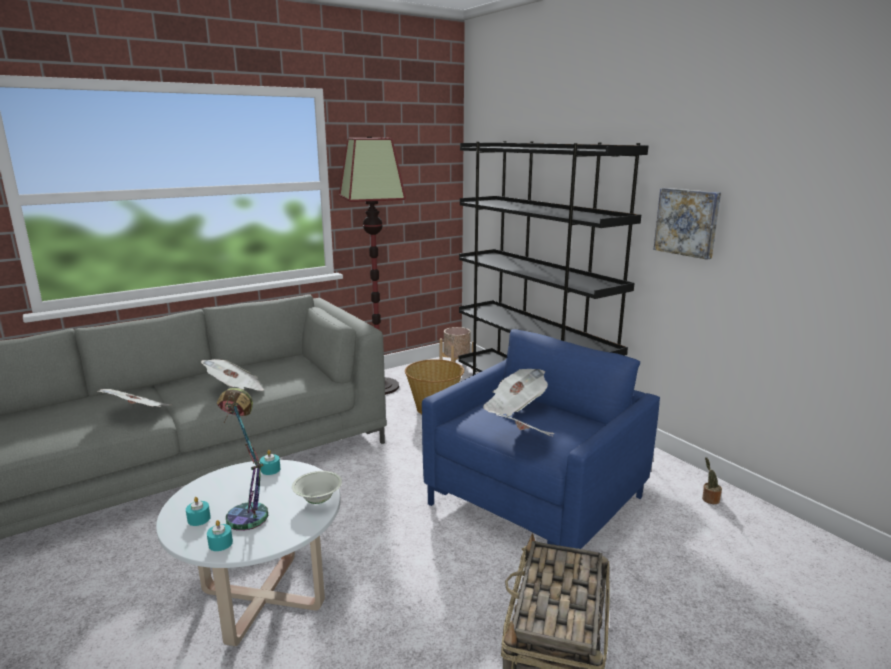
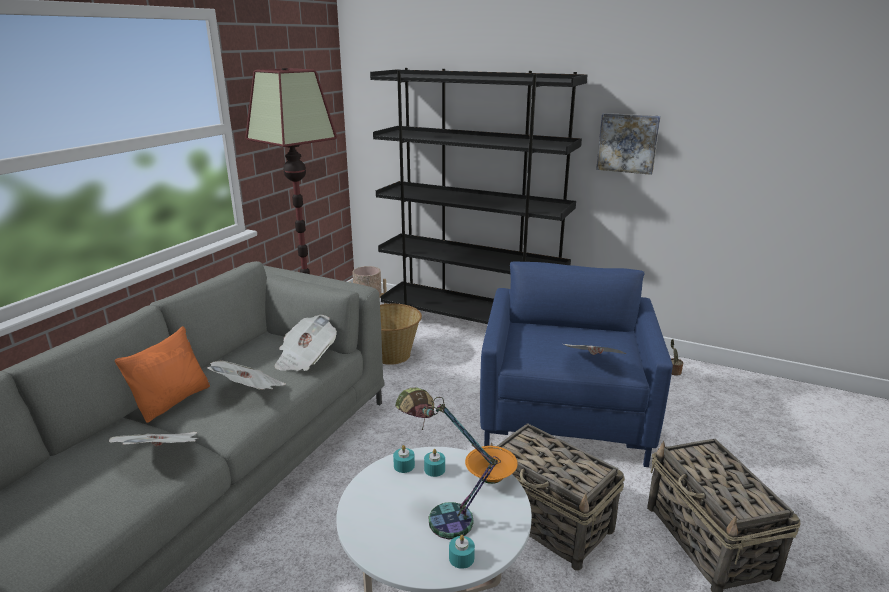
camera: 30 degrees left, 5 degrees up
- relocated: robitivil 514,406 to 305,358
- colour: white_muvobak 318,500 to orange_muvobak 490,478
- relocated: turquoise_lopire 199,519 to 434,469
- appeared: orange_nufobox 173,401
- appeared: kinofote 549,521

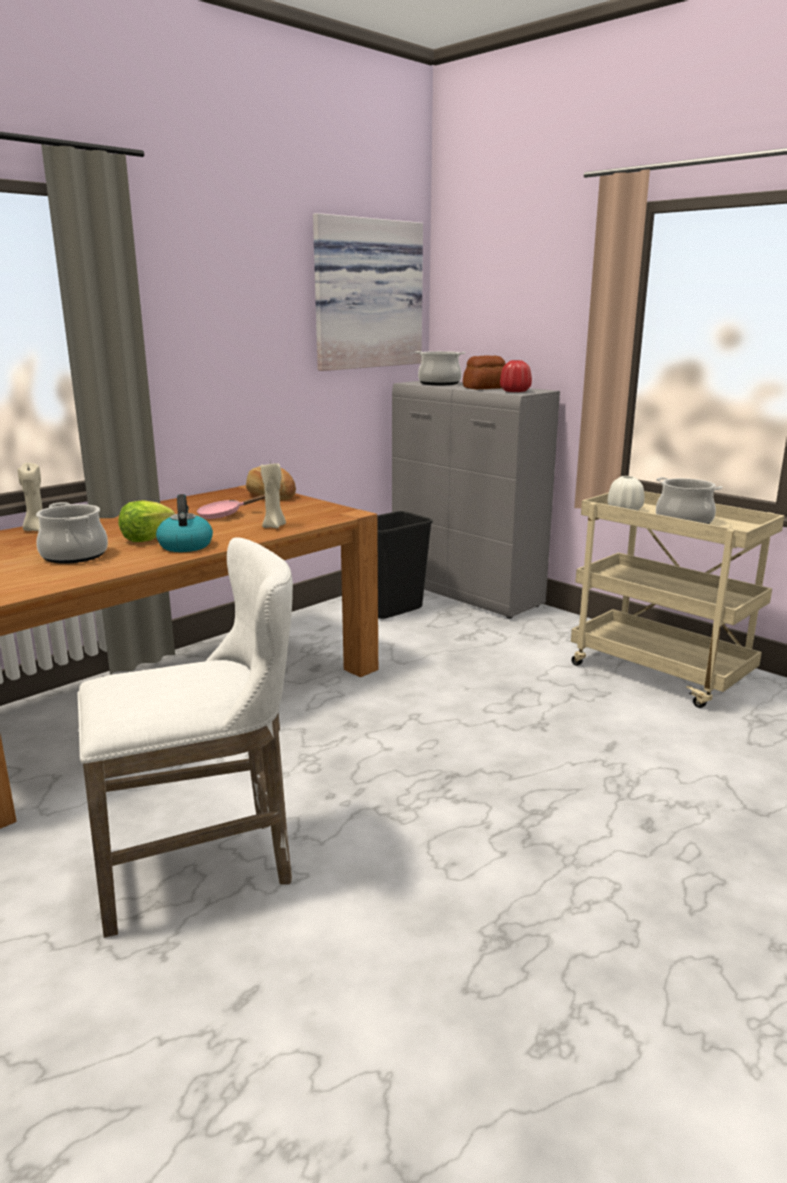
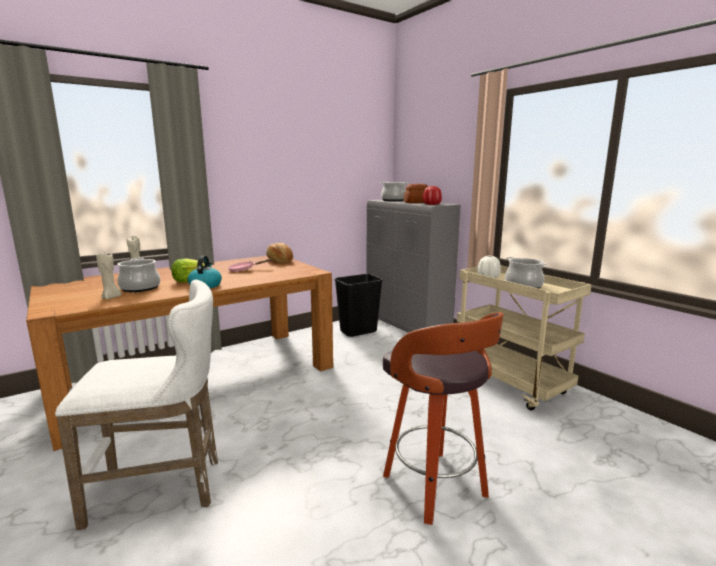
camera: 10 degrees right, 5 degrees down
- missing: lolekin 365,294
- relocated: beige_lopire 274,526 to 111,297
- appeared: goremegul 436,487

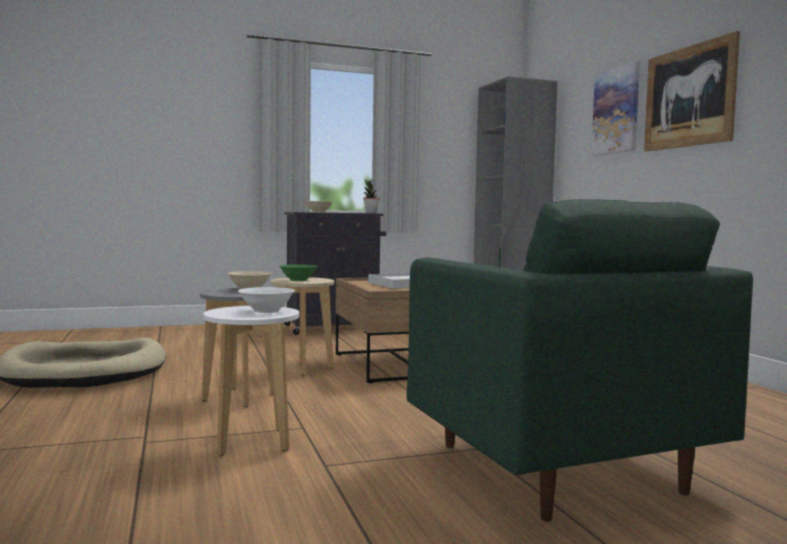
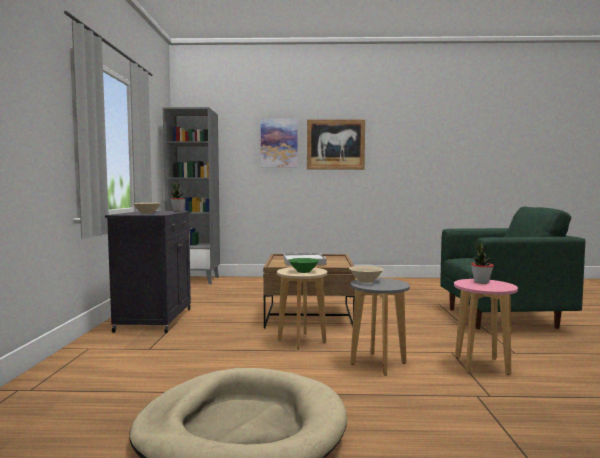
camera: 70 degrees left, 0 degrees up
- exchanged: white_muvobak 266,311 to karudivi 481,282
- colour: white_goremegul 253,442 to pink_goremegul 481,365

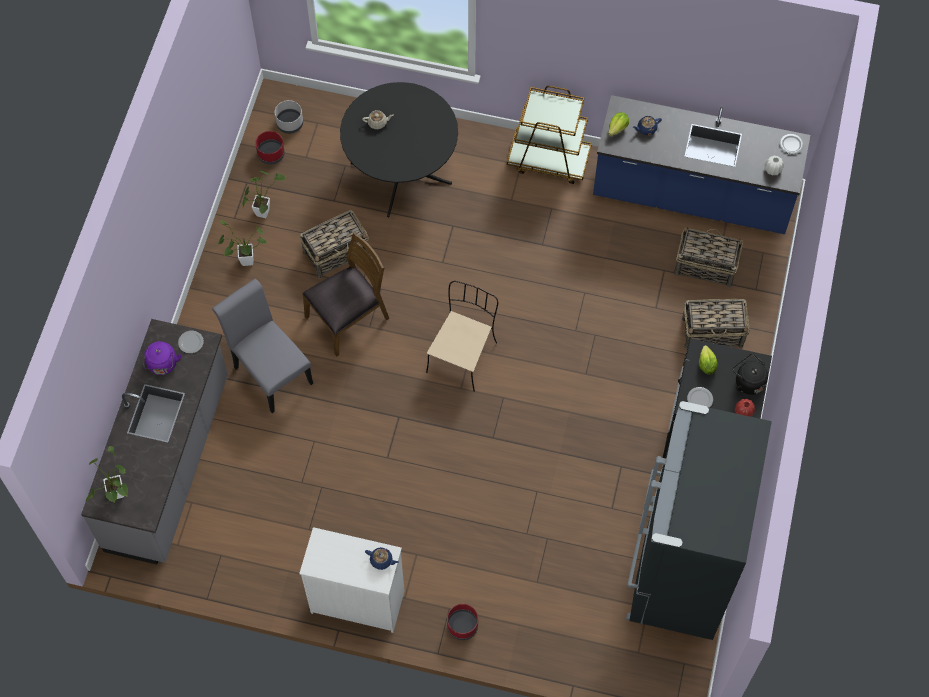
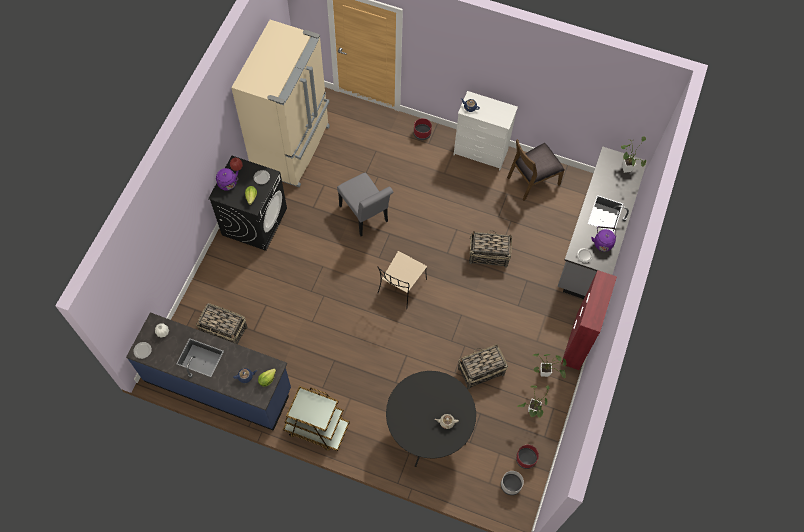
camera: 175 degrees left, 0 degrees up
- relocated: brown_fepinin 348,318 to 532,180
- relocated: grey_fepinin 269,371 to 365,216
- relocated: kinofote 713,332 to 488,255
- colour: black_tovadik 748,381 to purple_tovadik 228,184
- colour: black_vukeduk 678,568 to beige_vukeduk 293,148
- appeared: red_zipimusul 577,341

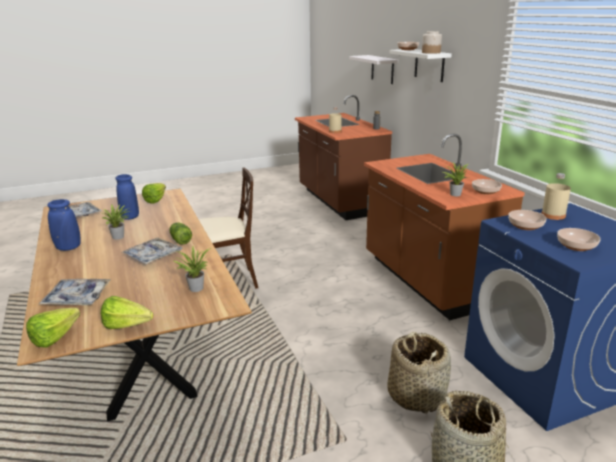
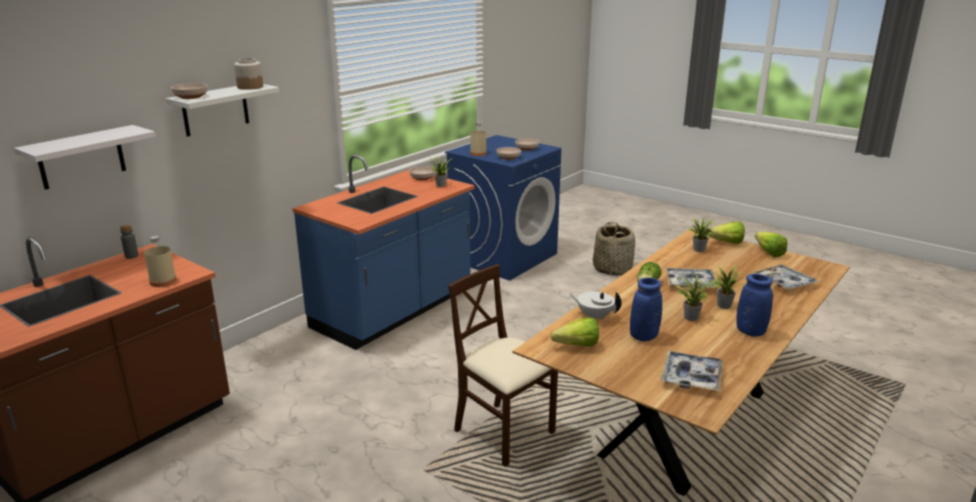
camera: 120 degrees left, 0 degrees up
- colour: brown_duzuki 427,281 to blue_duzuki 394,311
- relocated: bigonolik 59,336 to 723,242
- missing: kinofote 416,395
- appeared: karudivi 722,305
- appeared: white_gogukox 594,316

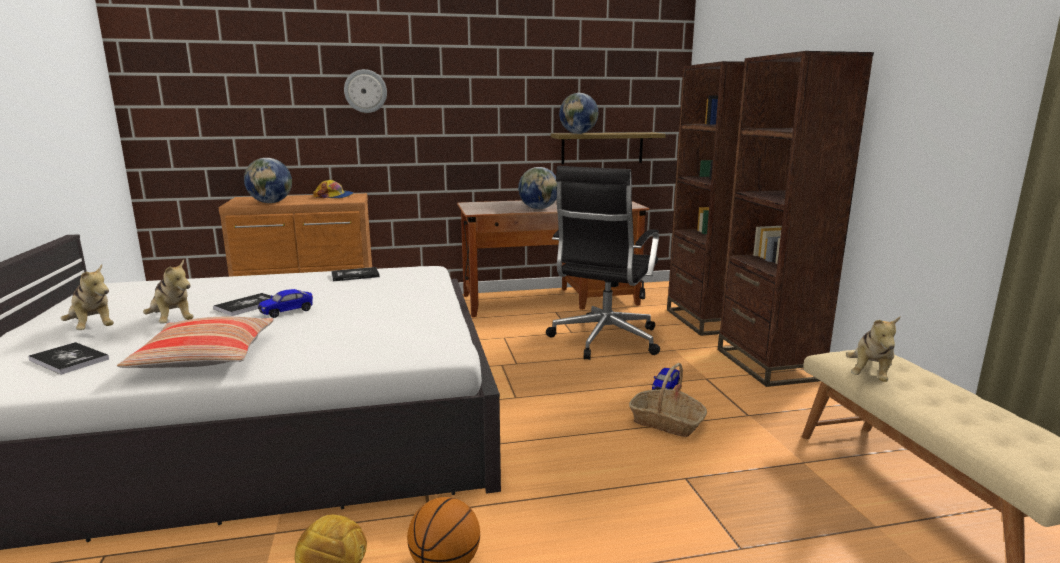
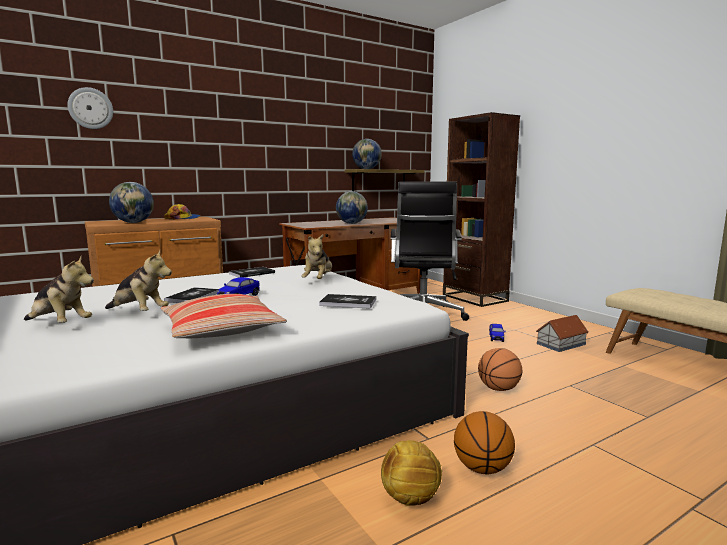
camera: 20 degrees left, 5 degrees down
- missing: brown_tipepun 768,364
- relocated: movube 365,91 to 90,108
- relocated: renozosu 870,375 to 318,280
- relocated: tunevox 69,359 to 348,302
- missing: kinofote 666,422
- appeared: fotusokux 561,344
- appeared: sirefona 498,389

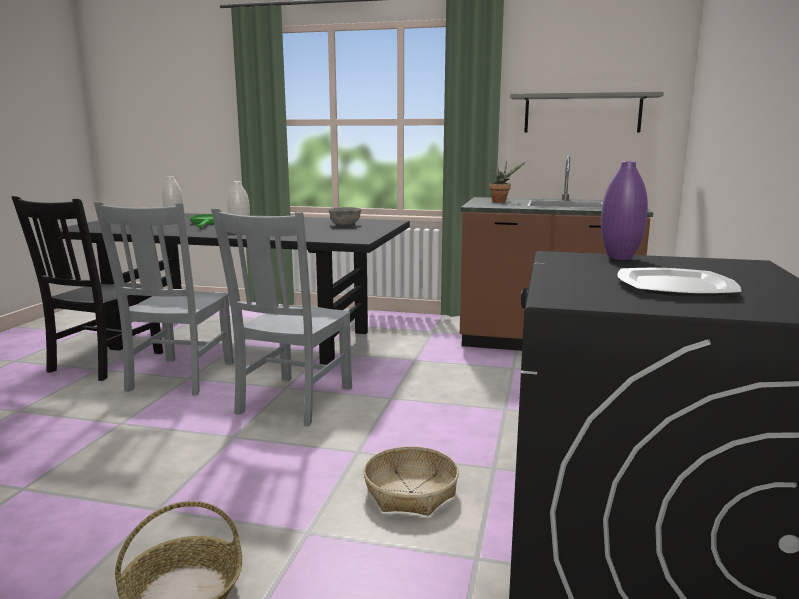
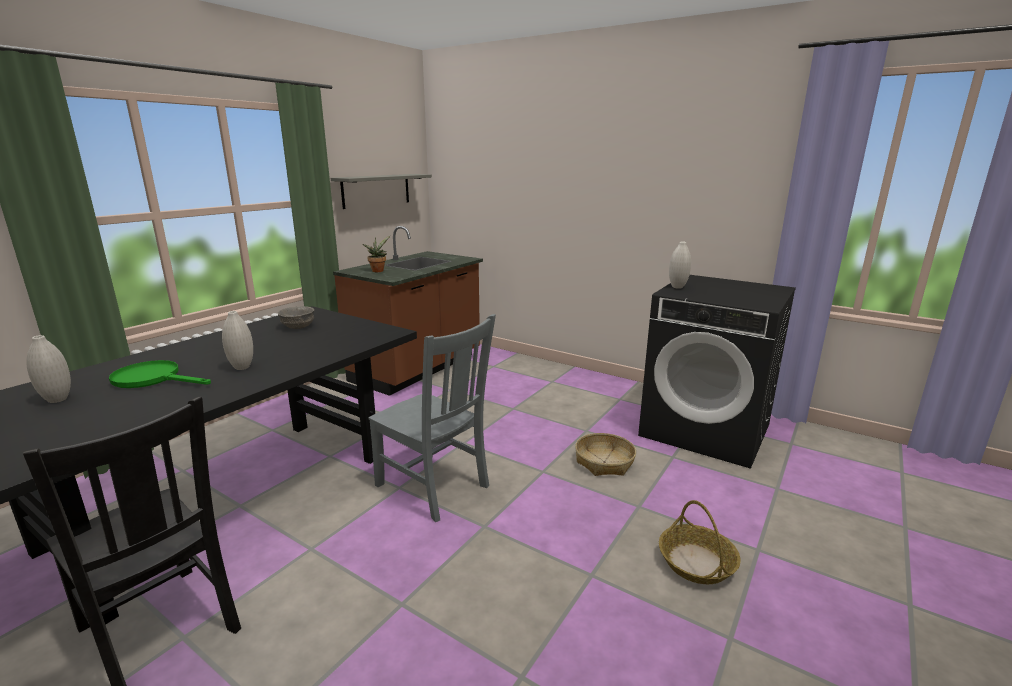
camera: 70 degrees left, 5 degrees up
- colour: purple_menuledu 620,258 to white_menuledu 677,287
- missing: grey_fepinin 179,377
- missing: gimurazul 675,286

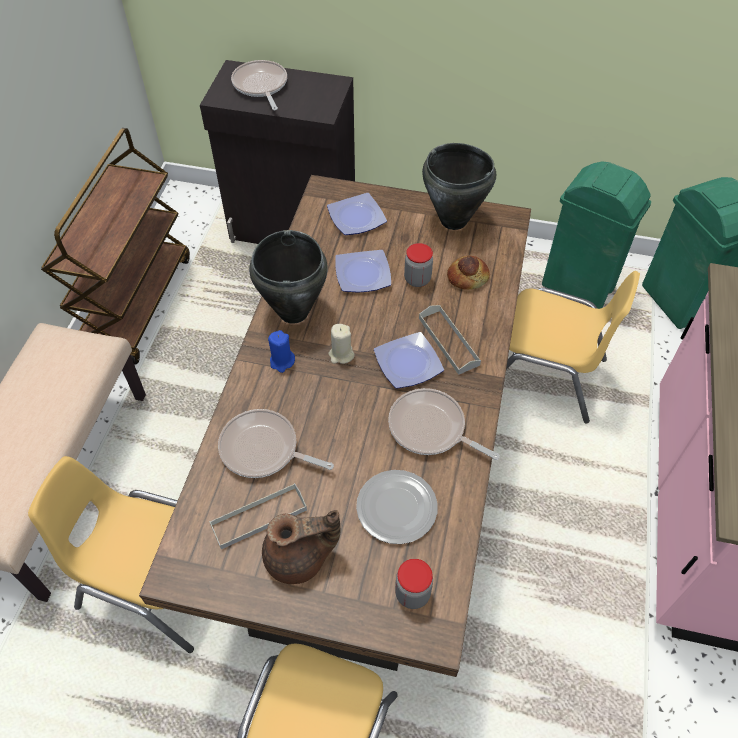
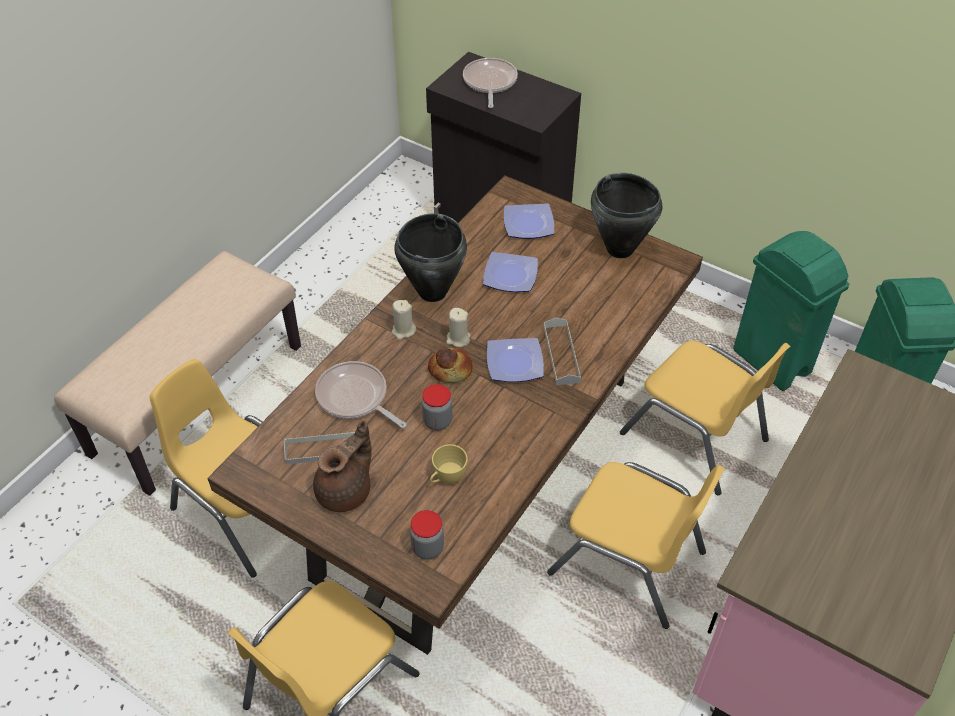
camera: 20 degrees right, 5 degrees down
- missing: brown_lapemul 137,302
- relocated: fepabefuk 417,279 to 437,421
- relocated: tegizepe 467,277 to 450,369
- colour: blue_lopire 282,361 to beige_lopire 403,330
- missing: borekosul 430,429
- exchanged: gimurazul 397,509 to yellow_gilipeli 446,478
- spun: brown_gogukox 299,558 = 346,491 60 degrees counterclockwise
- appeared: yellow_fepinin 628,562

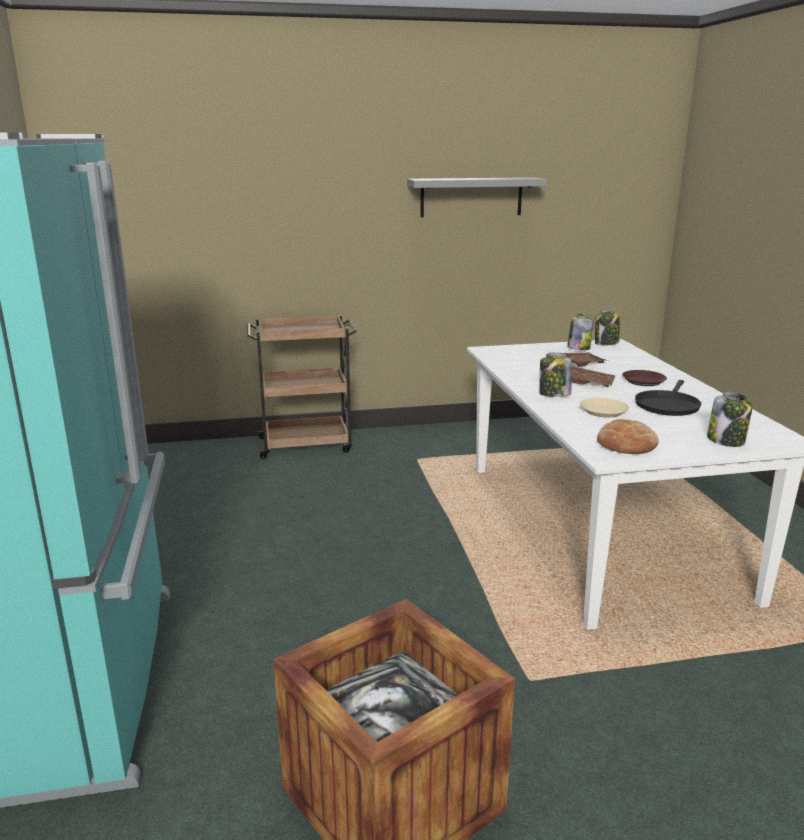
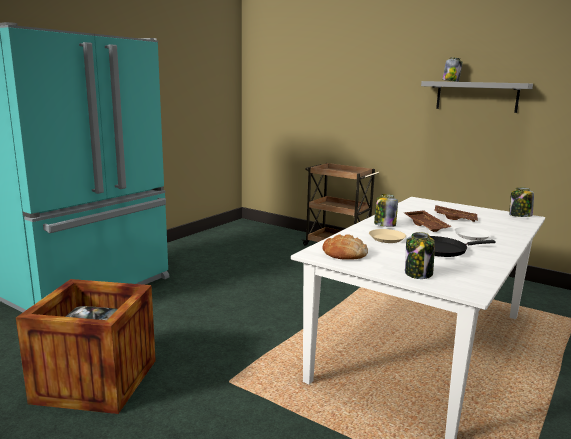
camera: 45 degrees right, 5 degrees down
- relocated: fepabefuk 578,348 to 451,81
- colour: brown_gimurazul 643,381 to white_gimurazul 472,236

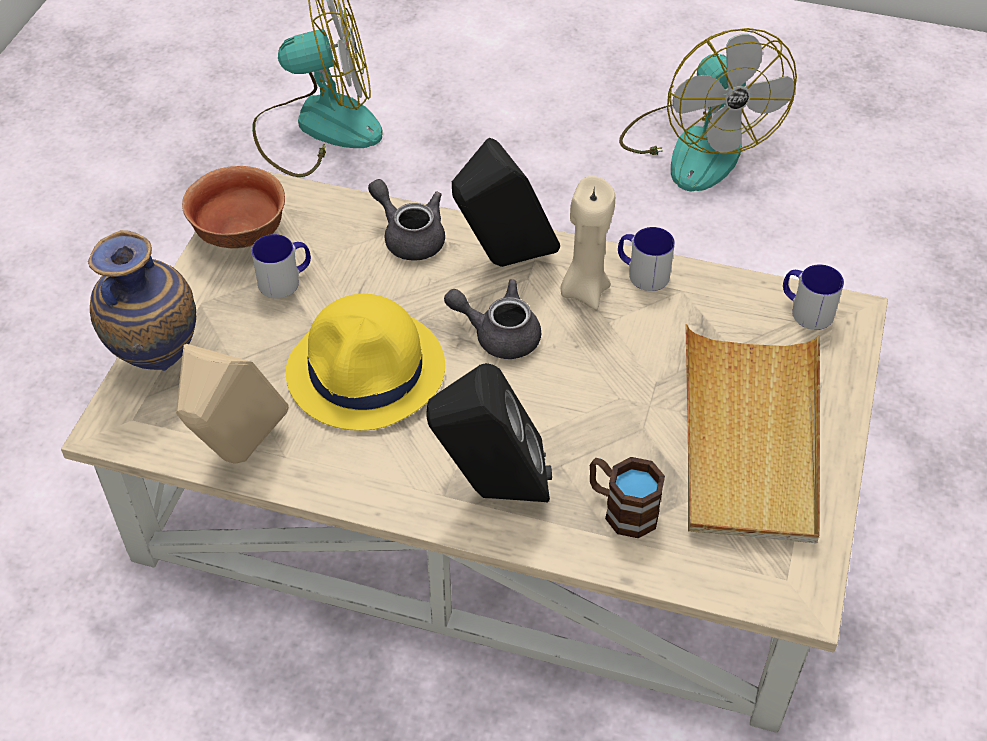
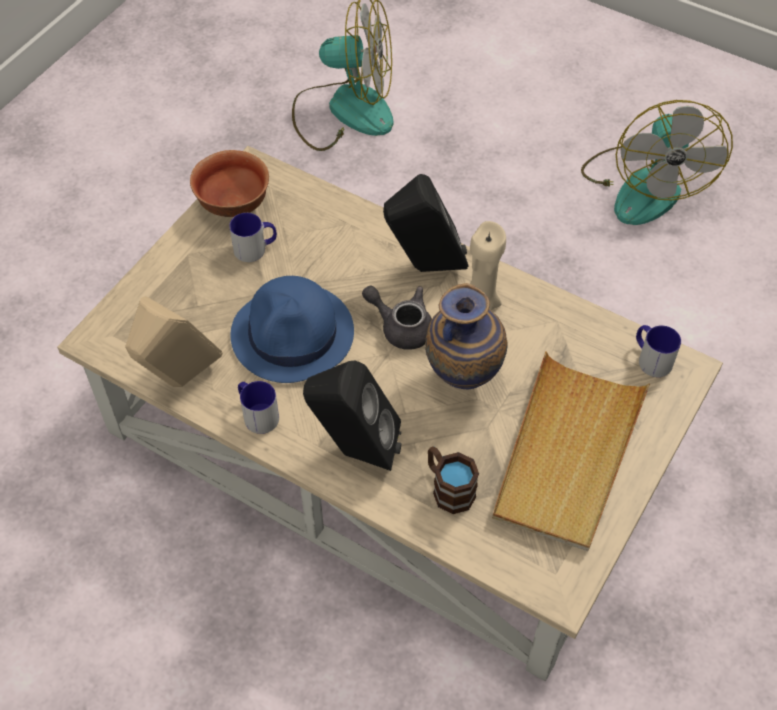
camera: 15 degrees right, 5 degrees up
- missing: grey_gogukox 409,236
- relocated: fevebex 642,273 to 257,414
- relocated: menuledu 158,361 to 462,378
- colour: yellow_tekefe 367,370 to blue_tekefe 293,334

